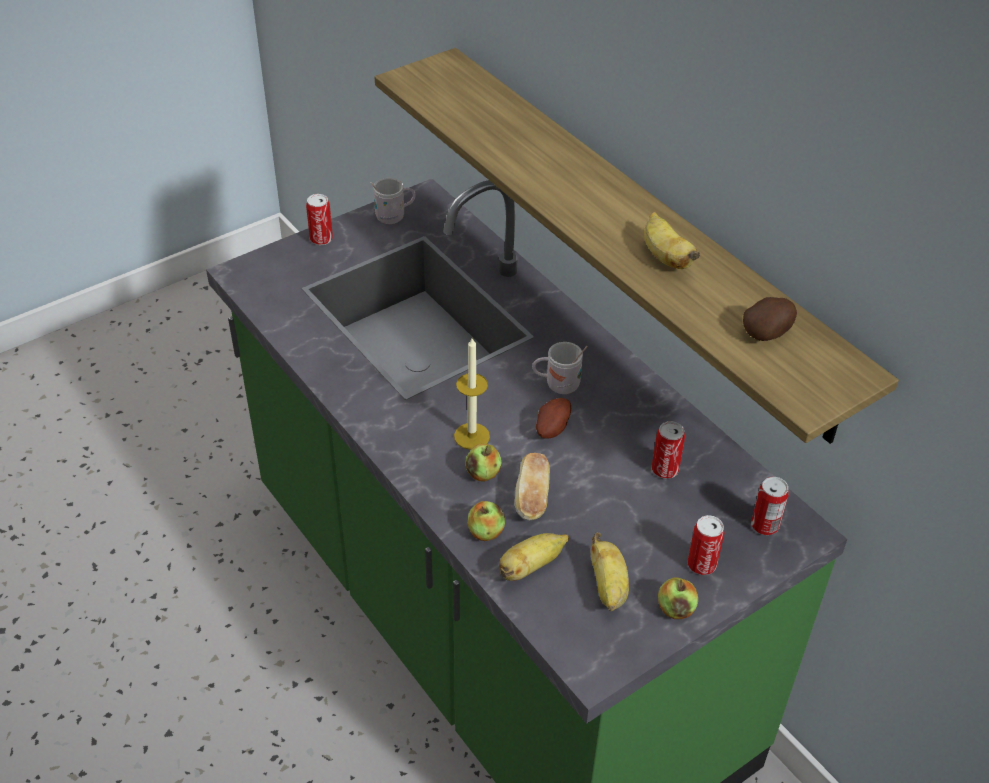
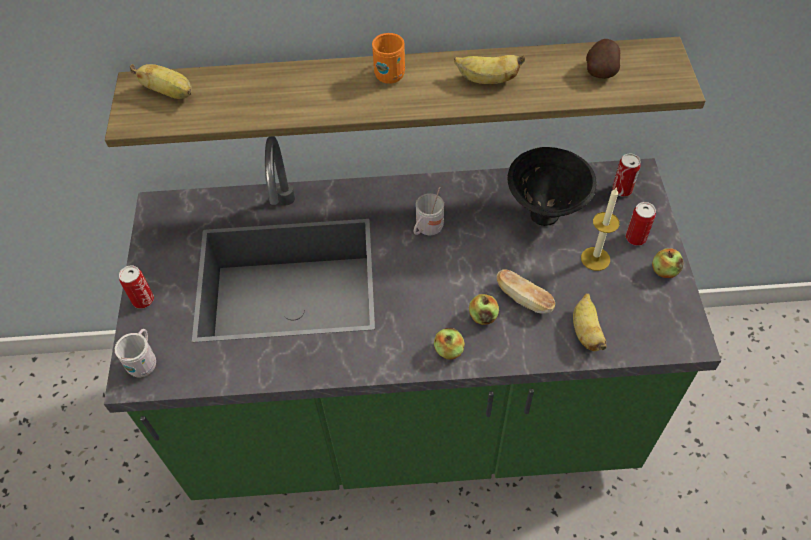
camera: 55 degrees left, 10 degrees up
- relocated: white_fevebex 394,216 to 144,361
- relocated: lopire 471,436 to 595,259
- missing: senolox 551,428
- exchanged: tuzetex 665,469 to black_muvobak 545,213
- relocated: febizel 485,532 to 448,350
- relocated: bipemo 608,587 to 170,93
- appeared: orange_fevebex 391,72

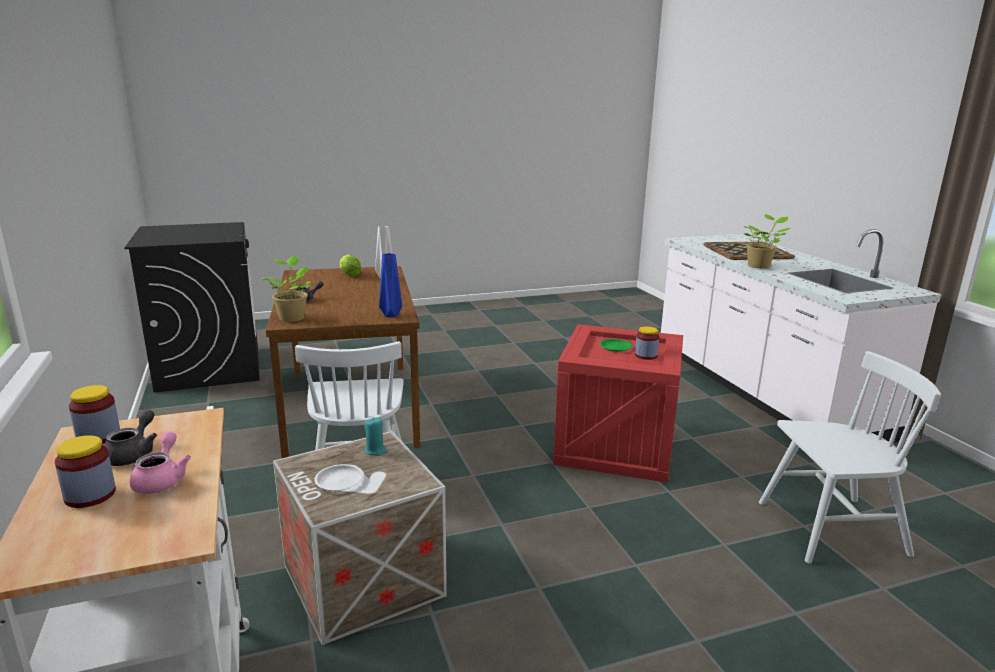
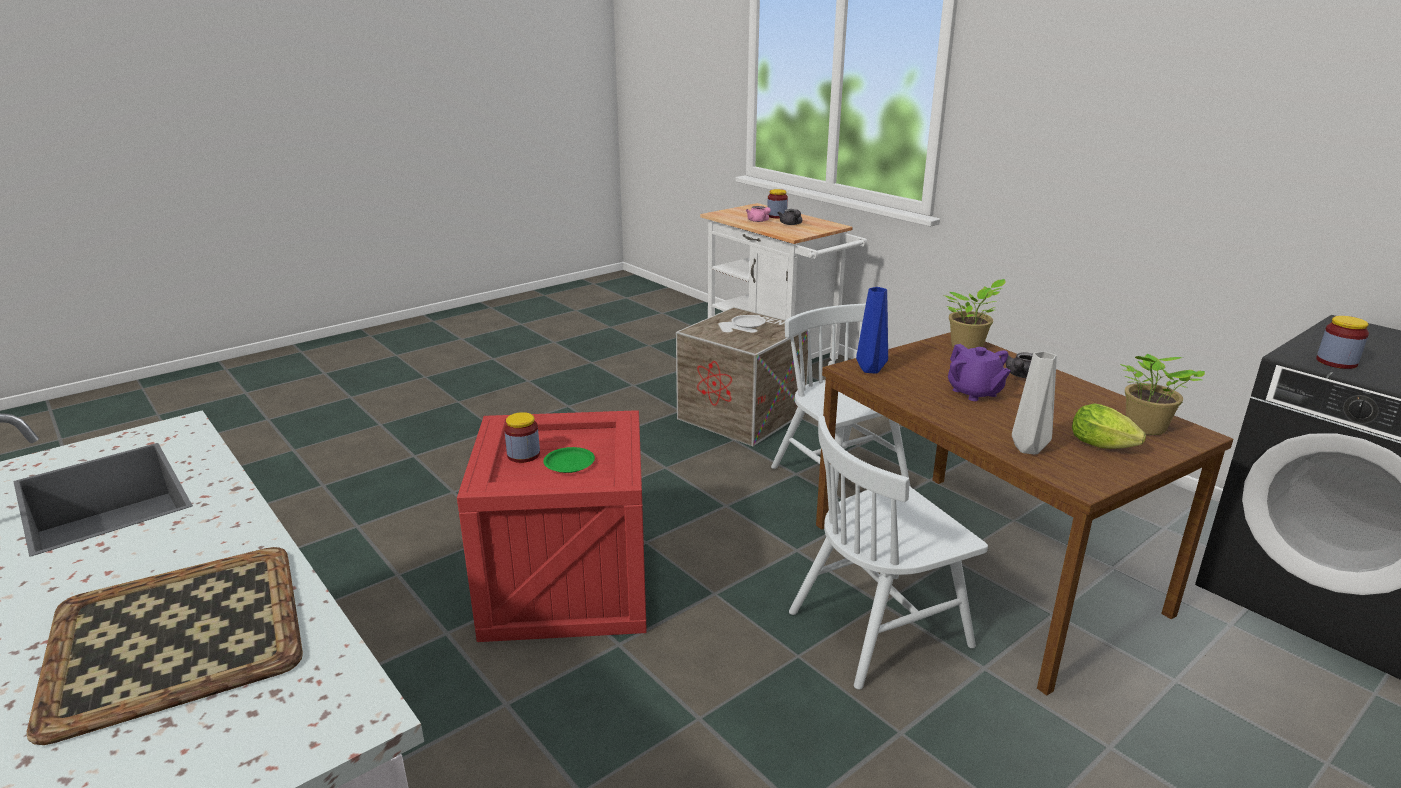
camera: 160 degrees right, 5 degrees up
- relocated: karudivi 760,266 to 1144,428
- relocated: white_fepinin 831,529 to 879,628
- relocated: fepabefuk 98,436 to 1336,362
- missing: turquoise_lopire 375,450
- appeared: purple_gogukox 974,392

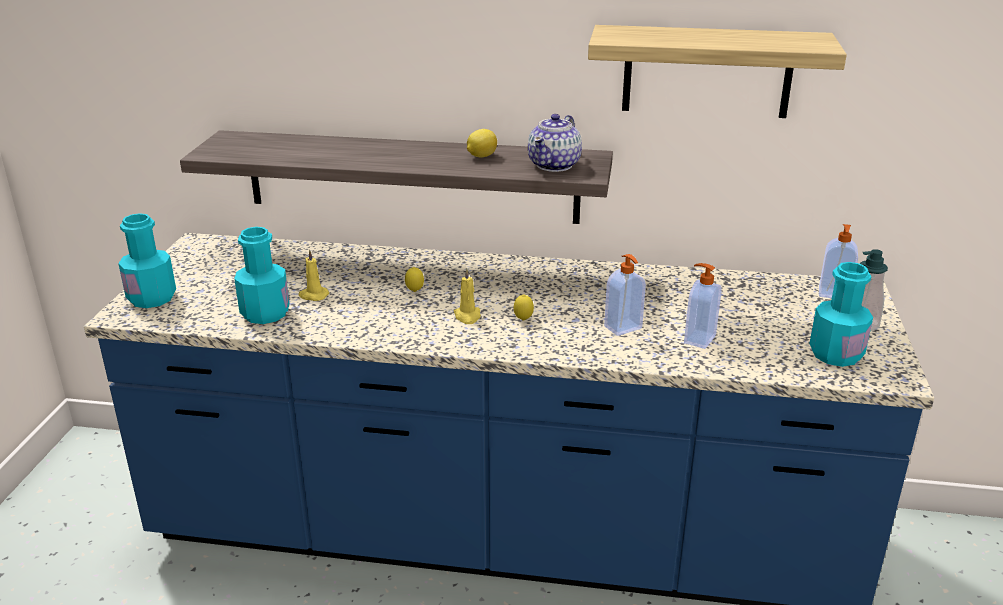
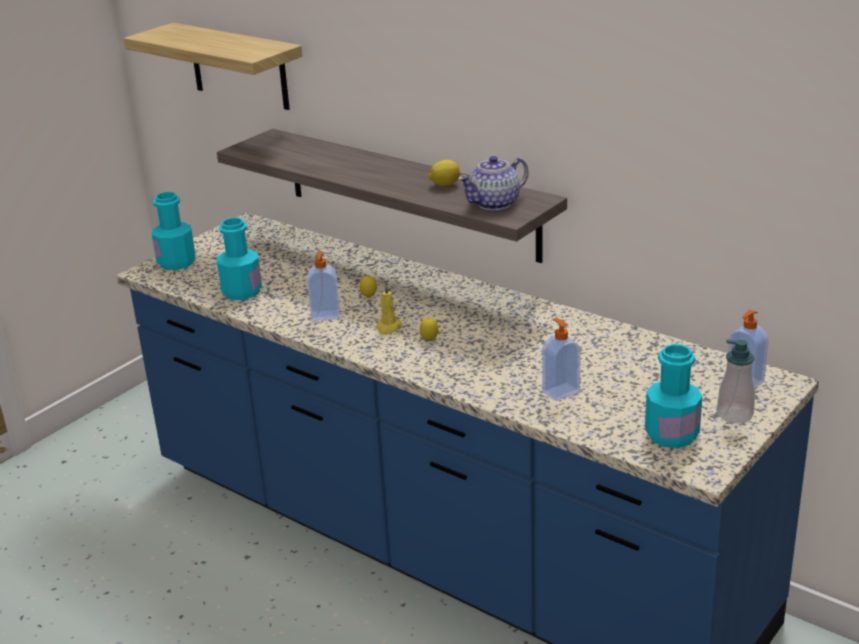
camera: 30 degrees right, 0 degrees up
- relocated: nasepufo 707,71 to 238,66
- missing: yellow_lopire 313,295
- relocated: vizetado 623,328 to 325,316

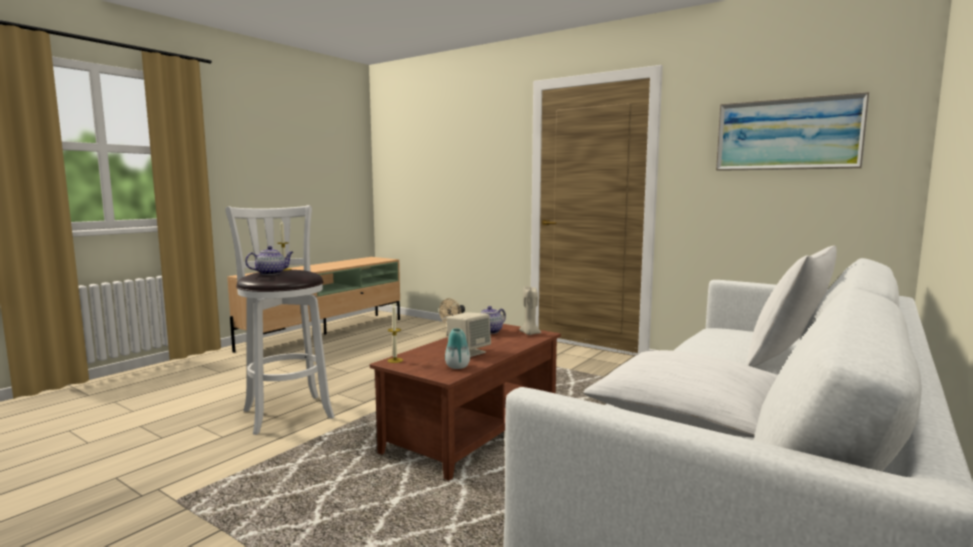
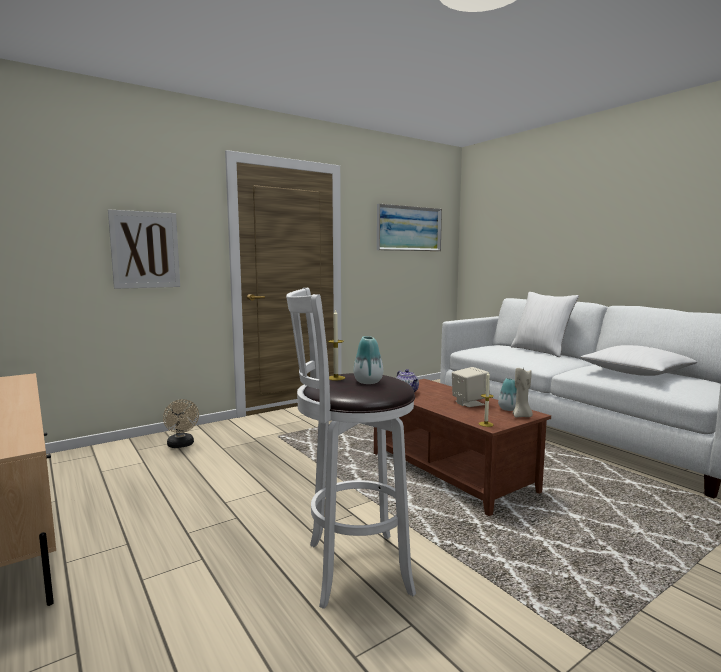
camera: 70 degrees left, 0 degrees up
- exchanged: gogukox 271,273 to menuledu 368,382
- relocated: beige_lopire 529,334 to 521,416
- appeared: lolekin 145,250

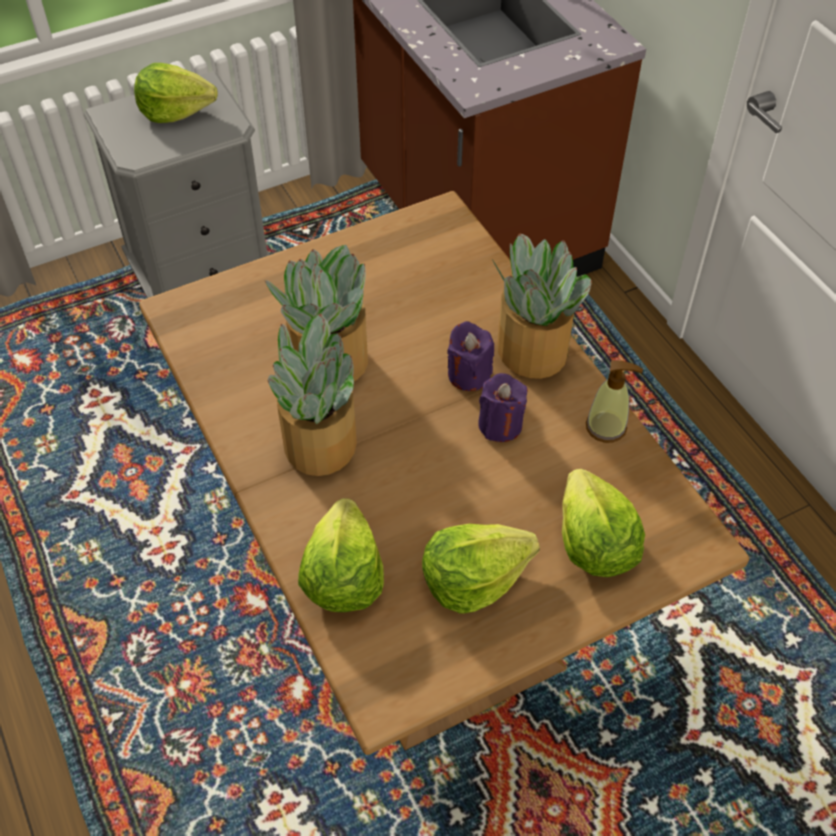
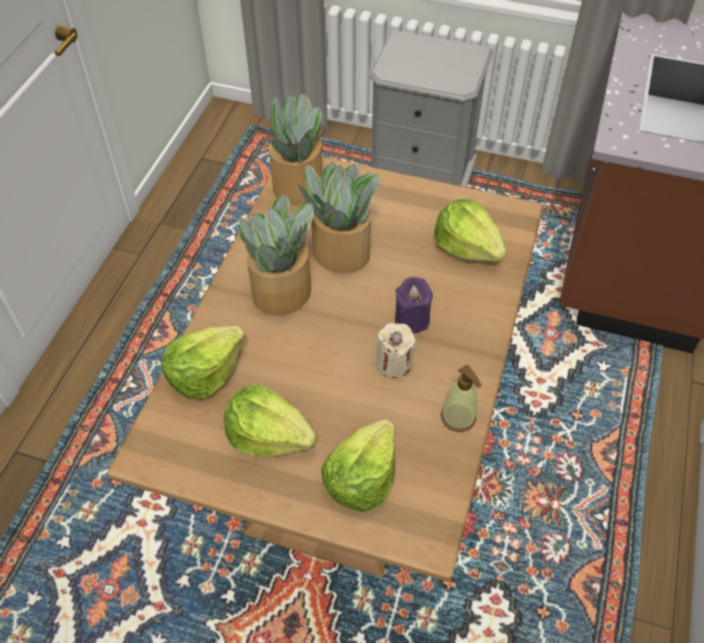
camera: 45 degrees right, 0 degrees up
- relocated: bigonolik 175,110 to 467,247
- relocated: karudivi 532,351 to 297,186
- colour: purple_lopire 500,424 to beige_lopire 393,363

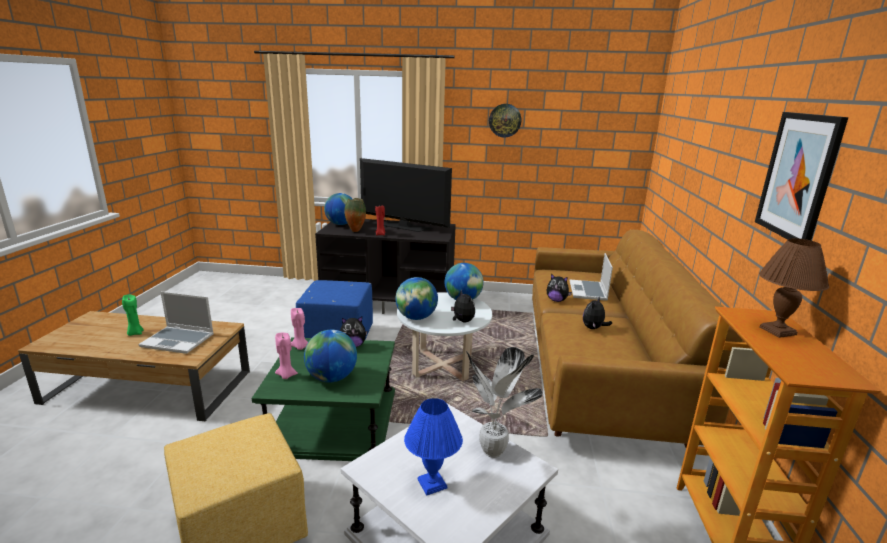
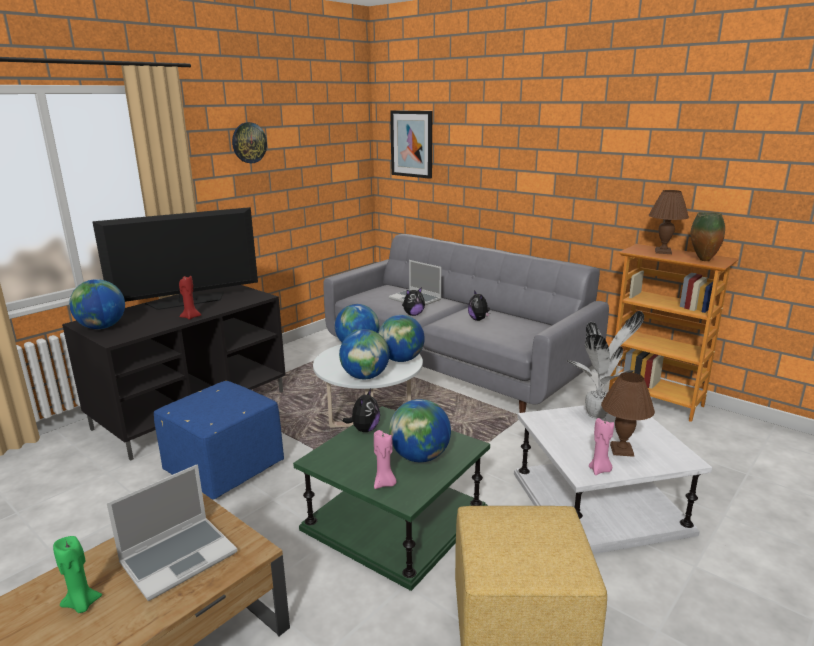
camera: 55 degrees left, 0 degrees up
- relocated: lolekin 798,176 to 412,144
- relocated: menuledu 355,231 to 702,260
- colour: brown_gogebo 599,367 to grey_gogebo 456,360
- exchanged: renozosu 462,321 to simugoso 401,360
- relocated: pink_lopire 300,347 to 599,470
- colour: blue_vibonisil 433,484 to brown_vibonisil 622,450

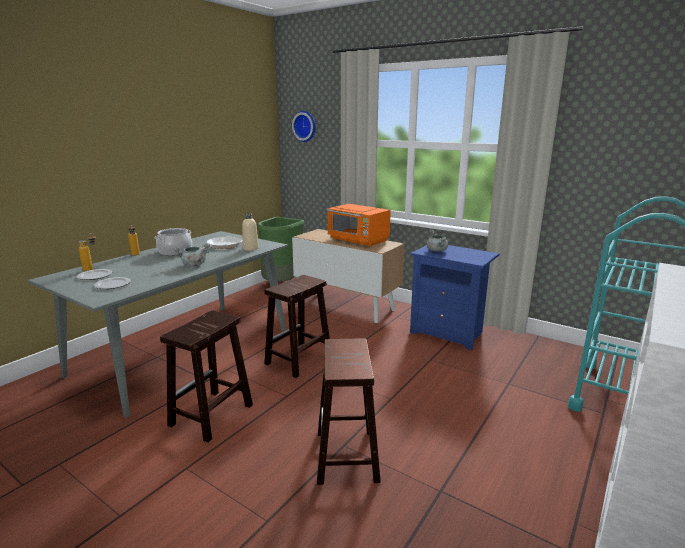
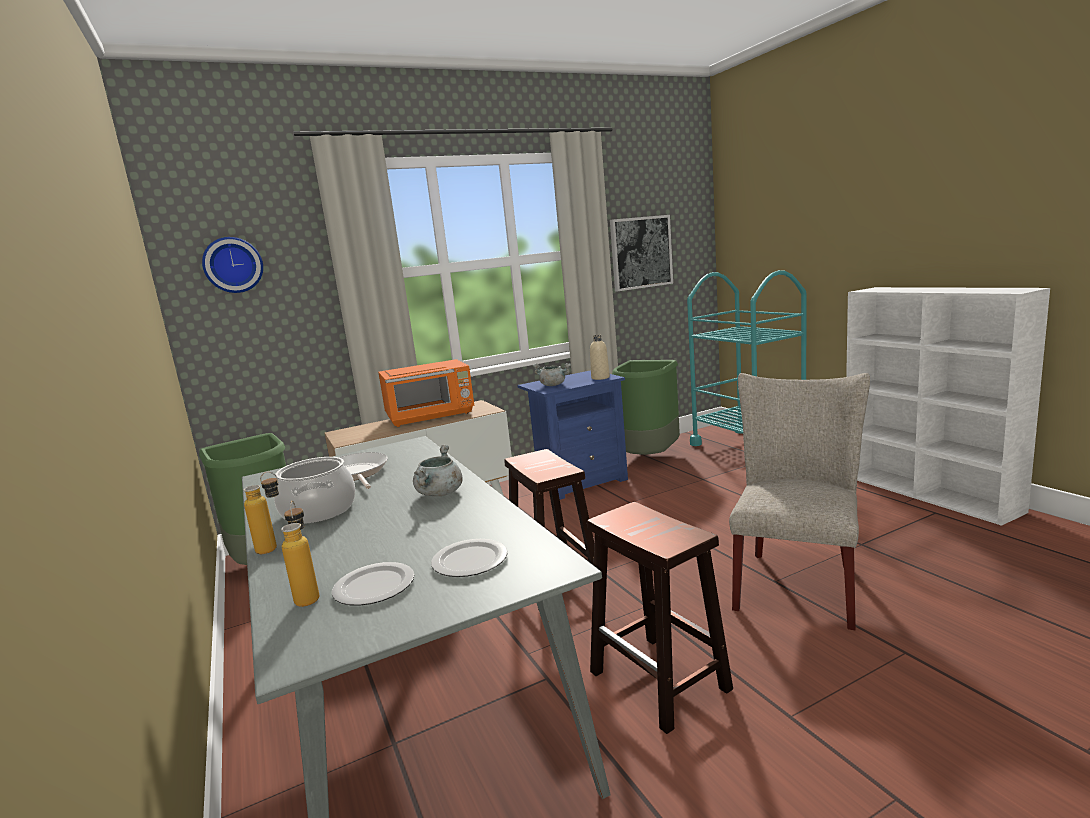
camera: 60 degrees left, 5 degrees down
- relocated: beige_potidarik 250,248 to 600,378
- exchanged: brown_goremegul 347,457 to beige_fepinin 797,582
- appeared: lolekin 641,252
- appeared: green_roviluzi 649,458

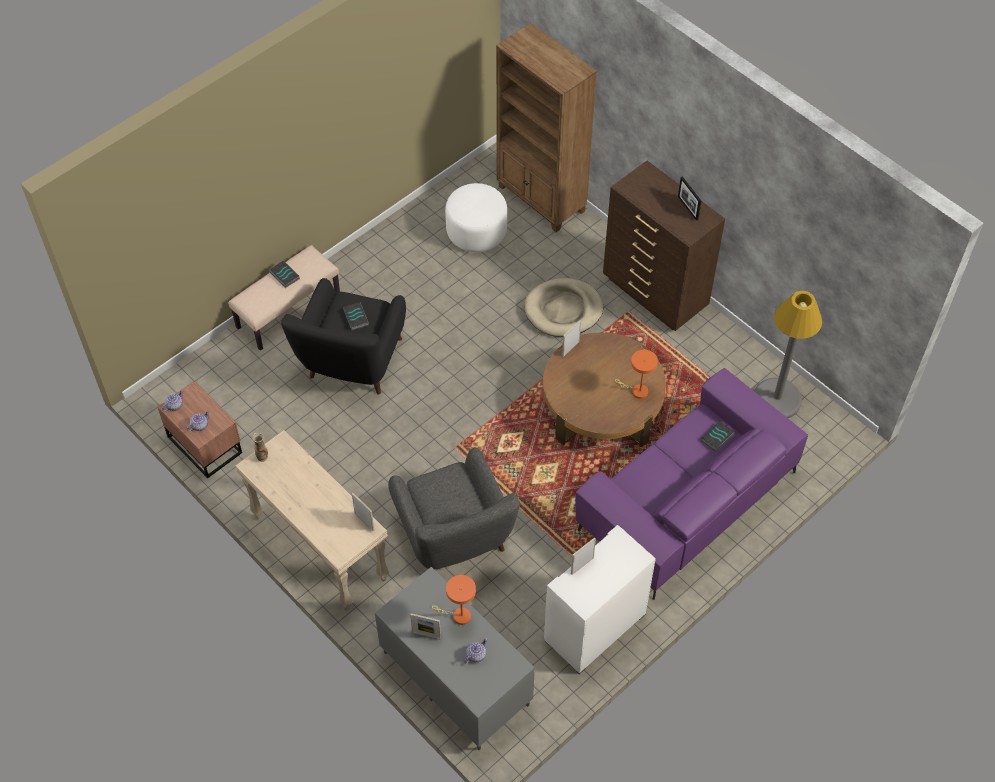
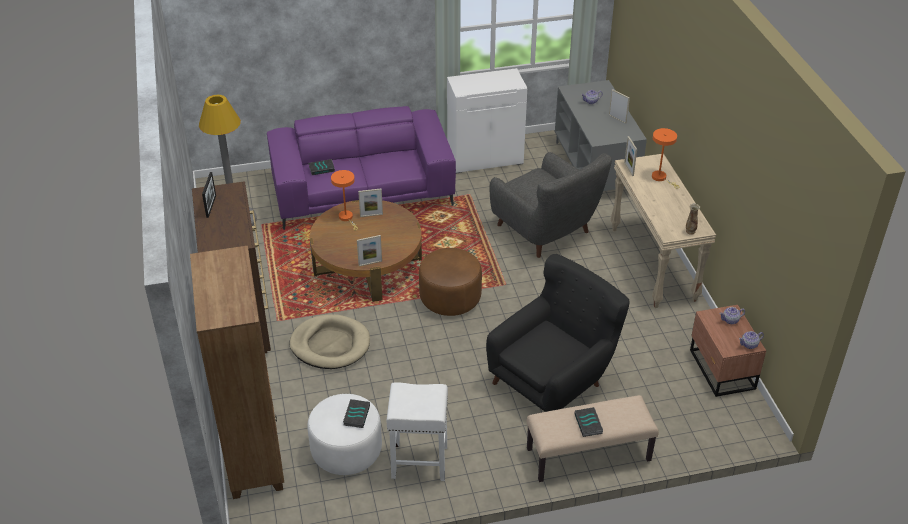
camera: 150 degrees left, 15 degrees down
- relocated: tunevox 356,318 to 356,415
- spun: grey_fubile 454,539 = 546,232 135 degrees clockwise
- relocated: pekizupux 582,565 to 371,215
- relocated: orange_vibonisil 458,616 to 661,178
- appeared: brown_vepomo 450,298
- appeared: white_goremegul 418,462

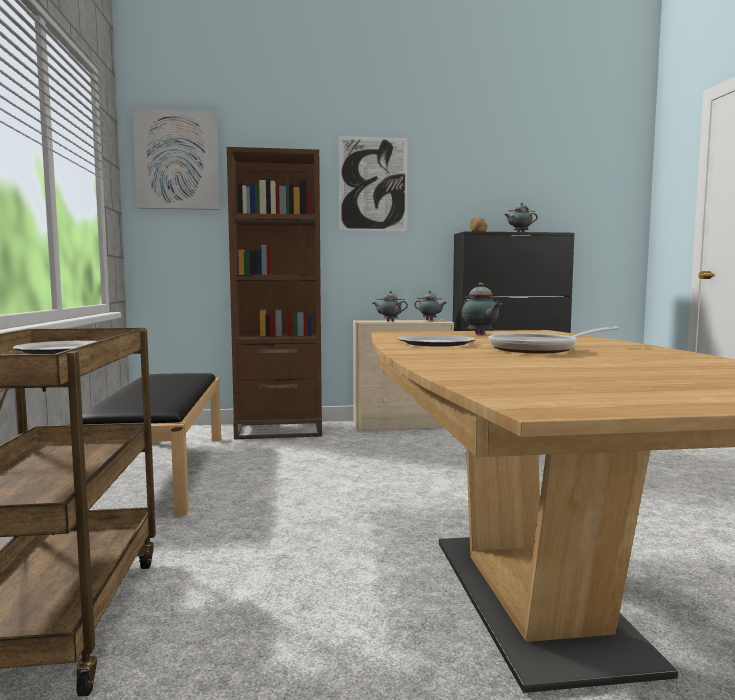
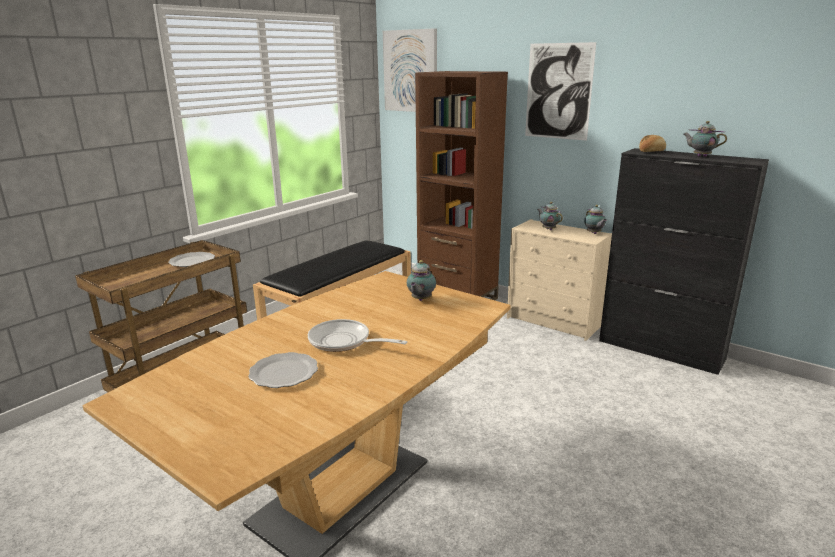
camera: 45 degrees right, 15 degrees up
- relocated: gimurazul 437,343 to 284,373

